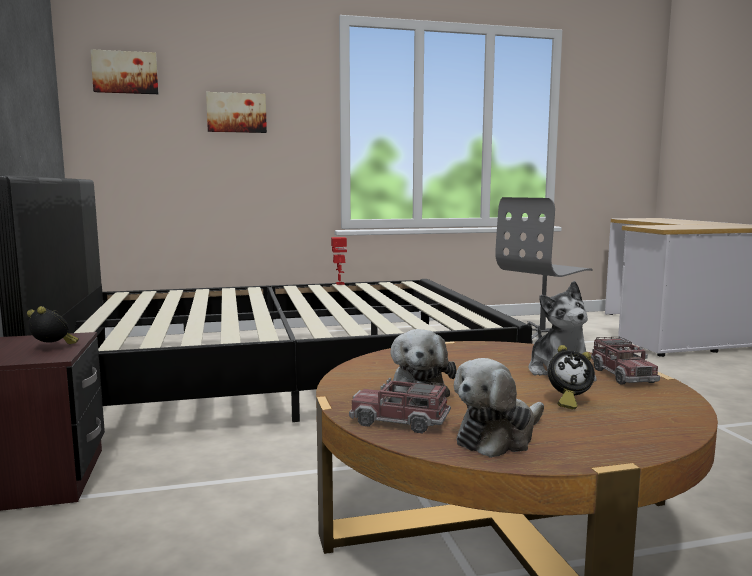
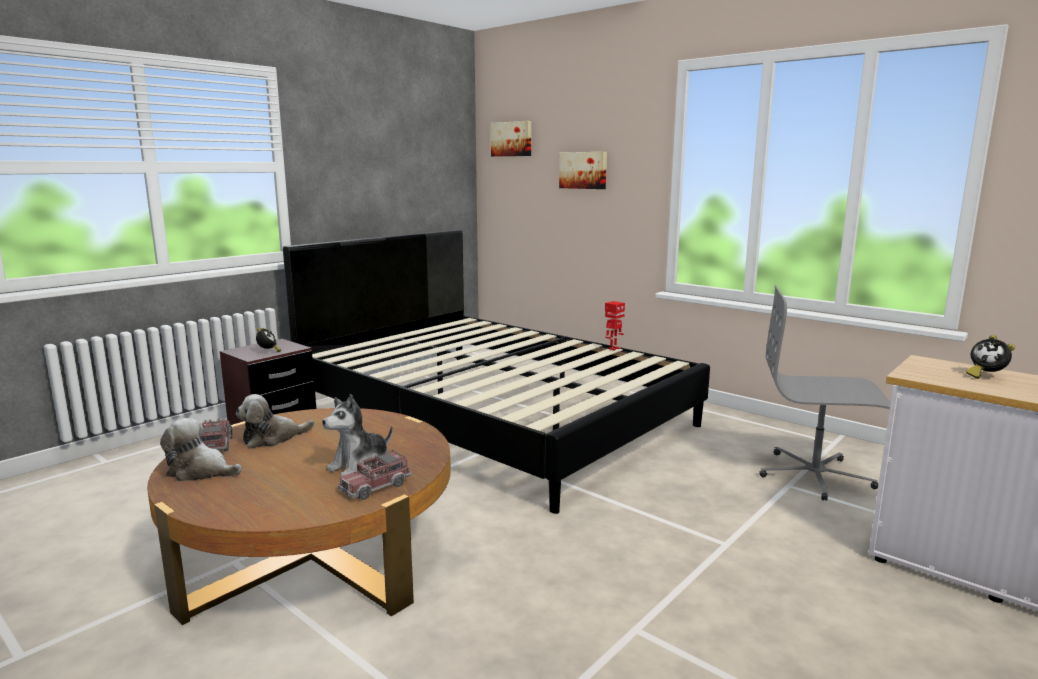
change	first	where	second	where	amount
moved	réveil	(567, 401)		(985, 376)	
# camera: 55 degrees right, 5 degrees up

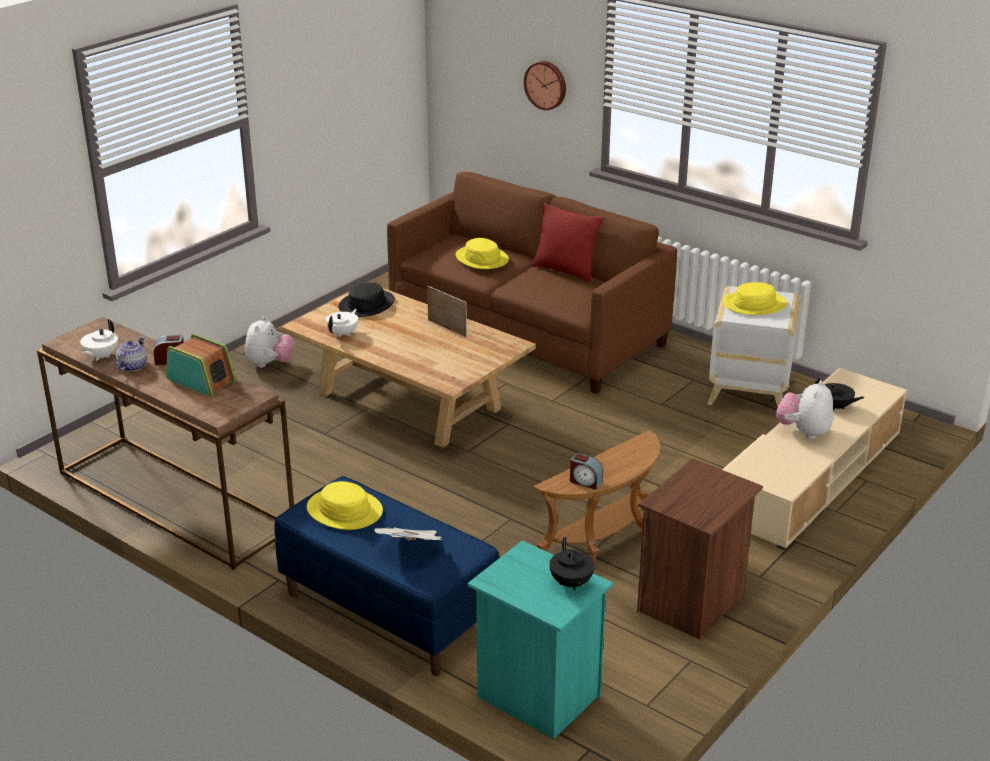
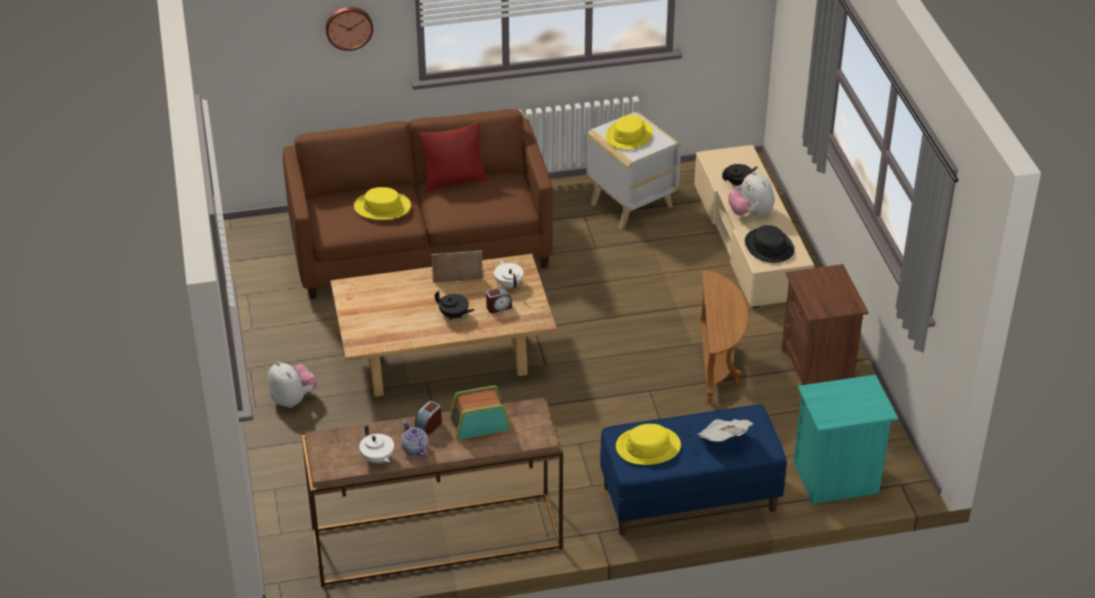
change	first	where	second	where	amount
moved	théière/blanc	(343, 333)		(509, 284)	
moved	chapeau/noir	(366, 304)		(769, 246)	
moved	théière/noir	(571, 583)		(454, 315)	
moved	réveil	(585, 481)		(498, 307)	
# camera: 50 degrees left, 10 degrees up

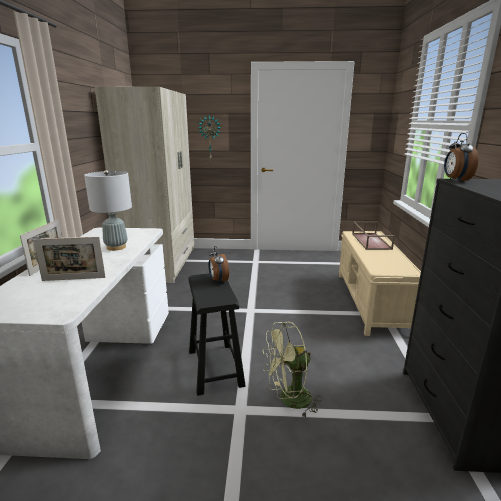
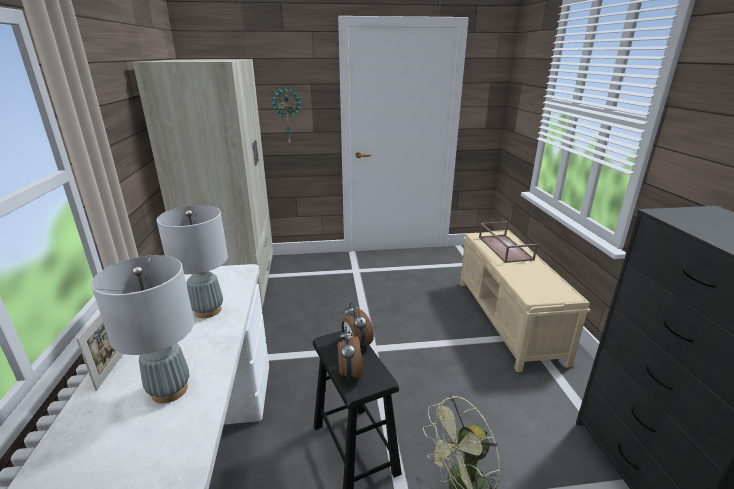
change	first	where	second	where	amount
replaced	cadre photo	(74, 279)	lampe de table/gris	(170, 390)	
moved	réveil	(455, 180)		(349, 373)	
# camera: 10 degrees left, 5 degrees up

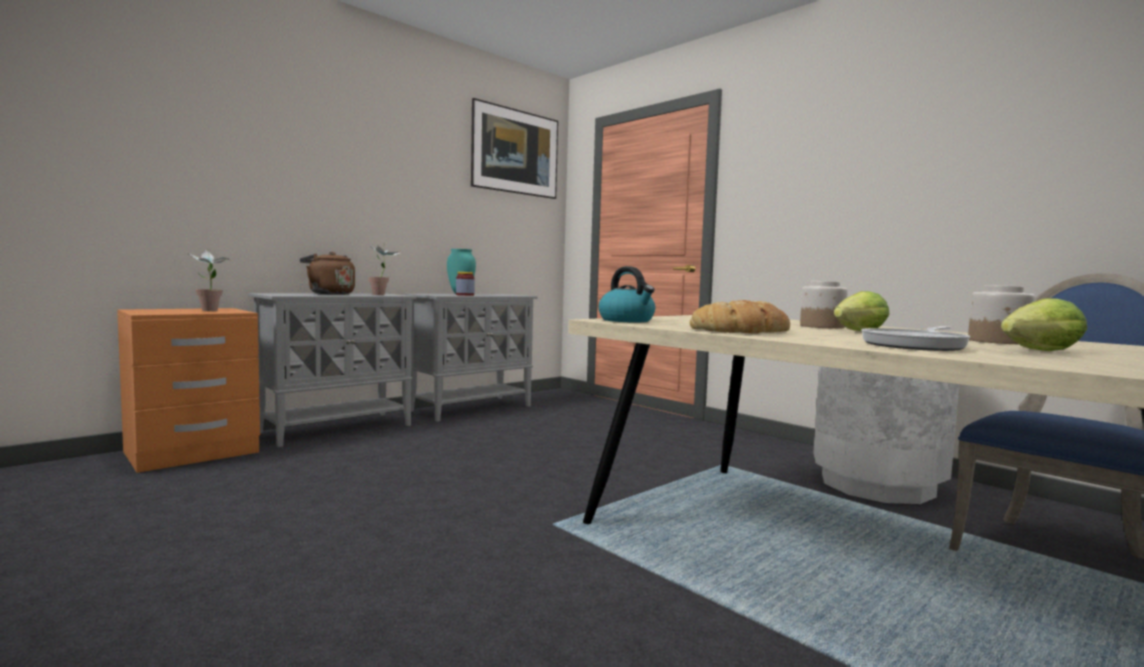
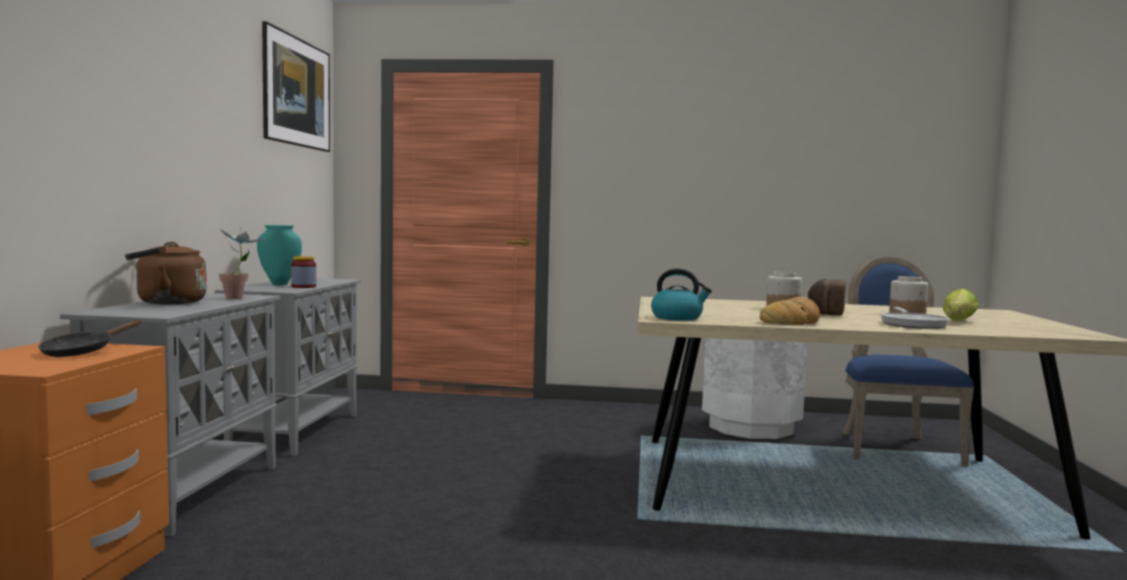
change	first	where	second	where	amount
replaced	plante en pot	(210, 311)	poêle/noir	(83, 352)	
replaced	laitue	(857, 331)	pain	(825, 312)	
# camera: 40 degrees left, 0 degrees up

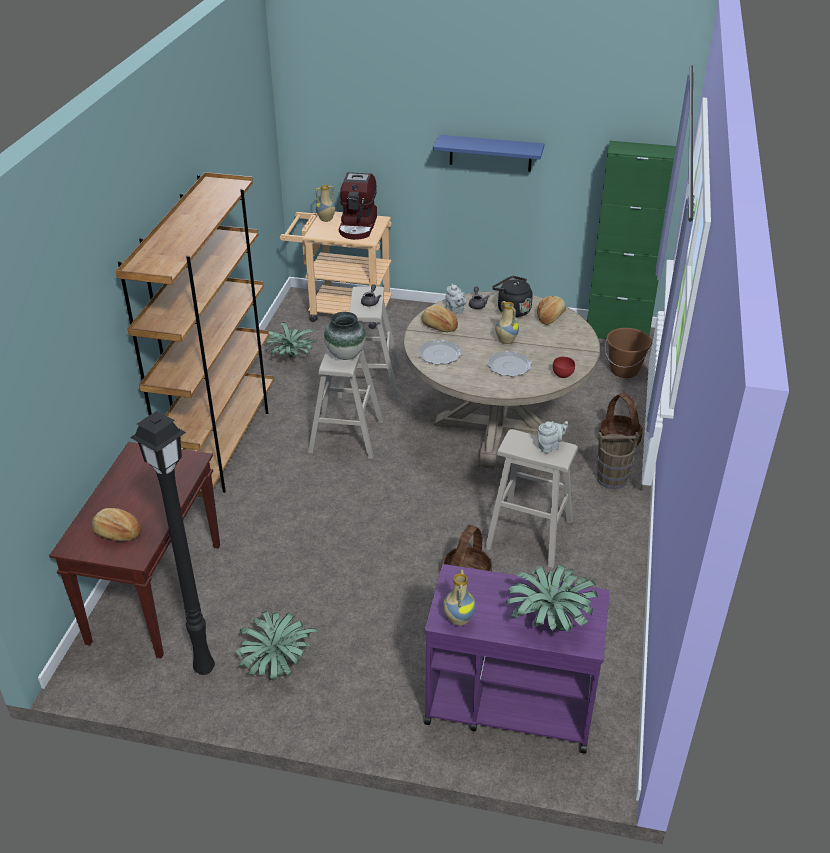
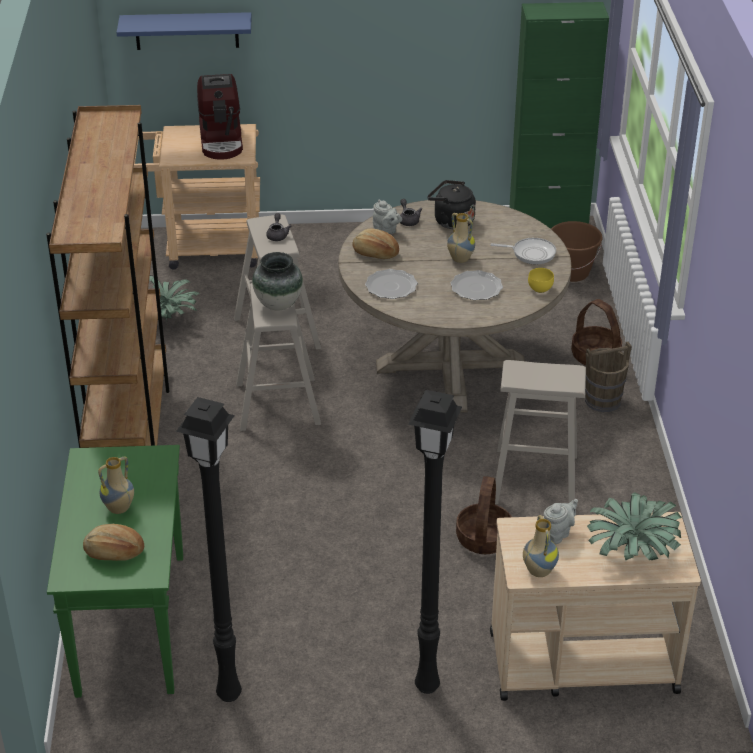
change	first	where	second	where	amount
recoloured	table console/marron	(156, 591)	table console/vert	(130, 623)	
removed	plante en pot	(276, 663)			
moved	vase	(326, 220)		(119, 509)	
recoloured	chariot/violet	(508, 704)	chariot/beige	(581, 661)	
moved	étagère/bleu	(490, 153)		(186, 31)	
removed	pain	(551, 317)			
moved	théière/gris	(550, 446)		(557, 534)	
recoloured	bol/rouge	(563, 374)	bol/jaune	(541, 288)	
added			lampadaire/noir	(429, 685)	
added			poêle	(531, 253)	
# camera: 15 degrees left, 0 degrees up

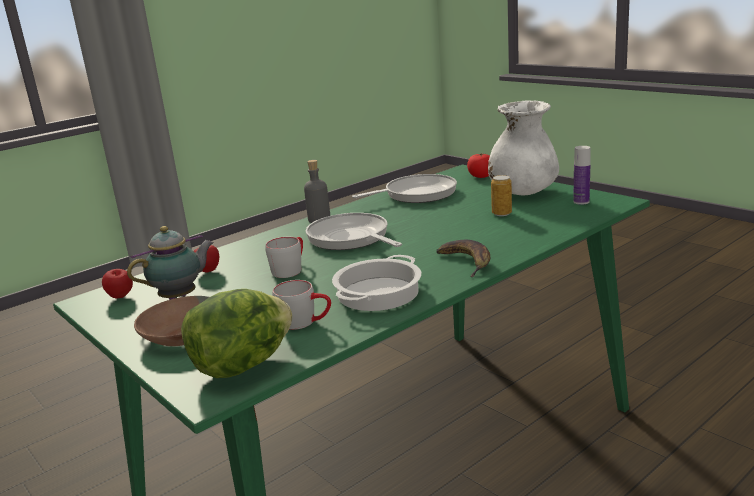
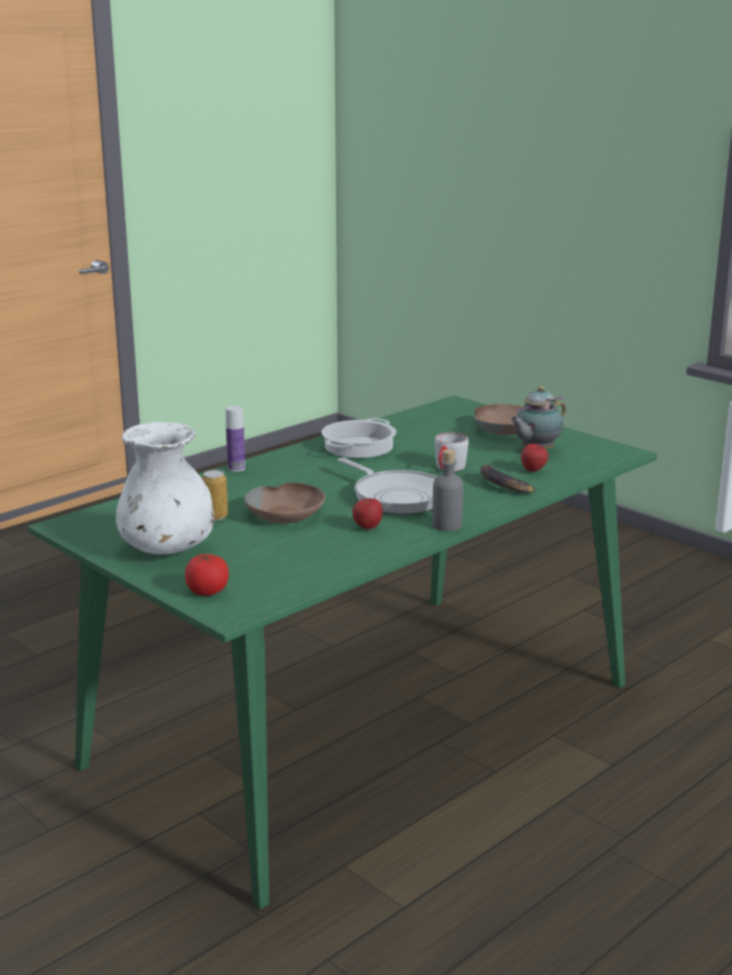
change	first	where	second	where	amount
moved	pomme	(121, 297)		(367, 528)	
removed	laitue	(243, 366)			
removed	mug/gris	(305, 321)			
removed	poêle	(416, 194)			
moved	banane	(466, 262)		(503, 485)	
moved	bouteille	(581, 202)		(236, 468)	
added			bol/marron	(287, 514)	
# camera: 175 degrees right, 0 degrees up

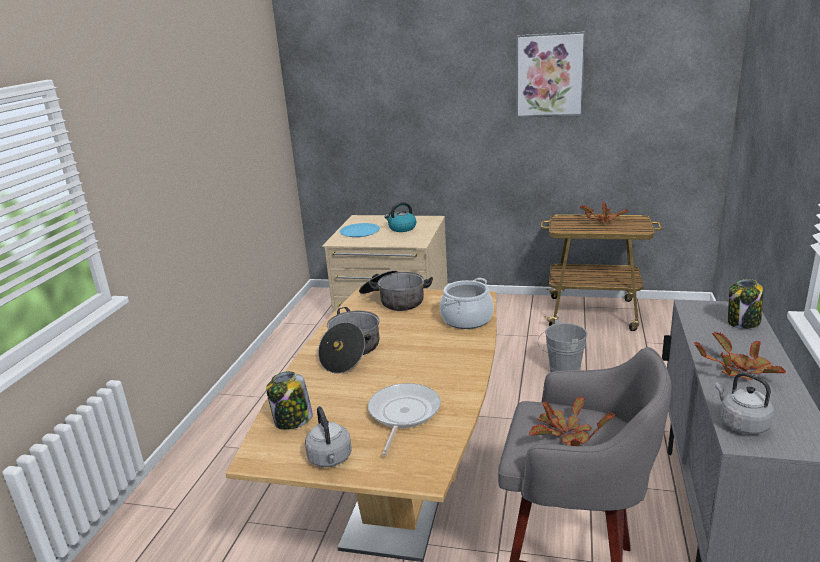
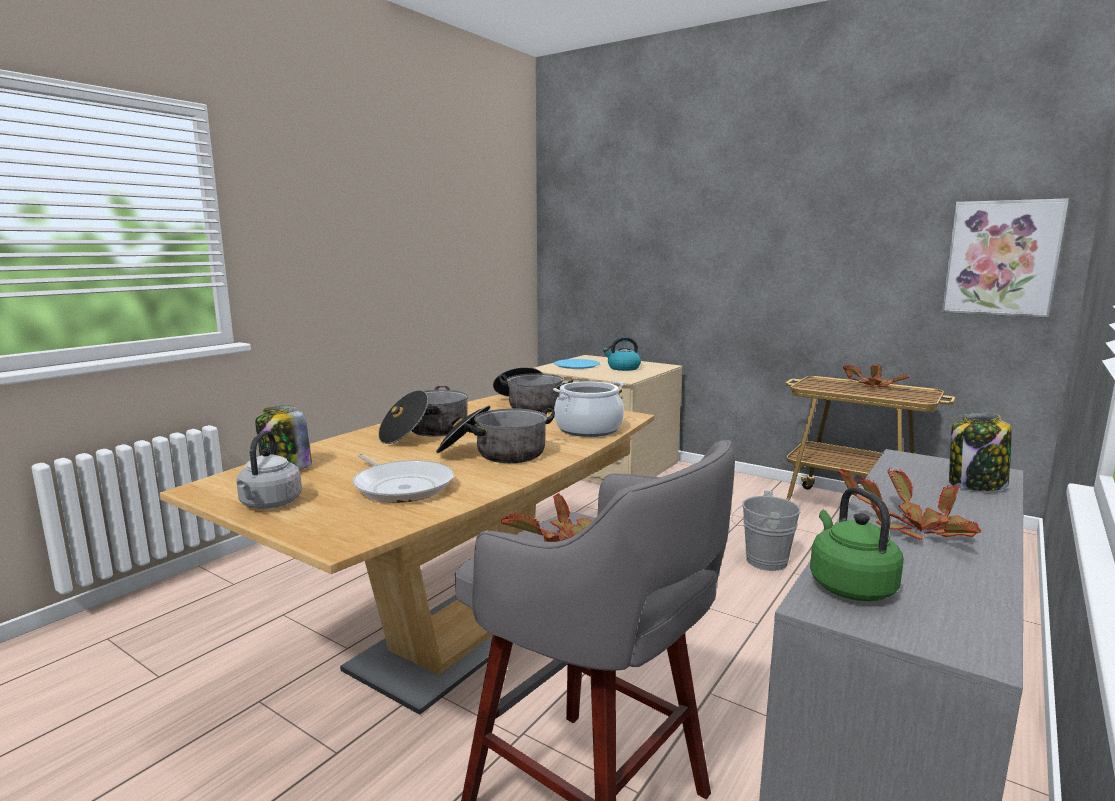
change	first	where	second	where	amount
turned	poêle	(403, 414)		(401, 486)	105 degrees clockwise
moved	tableau	(549, 75)		(1001, 258)	
recoloured	bouilloire/gris	(741, 424)	bouilloire/vert	(849, 585)	
added			marmite	(494, 454)	
# camera: 20 degrees right, 10 degrees down

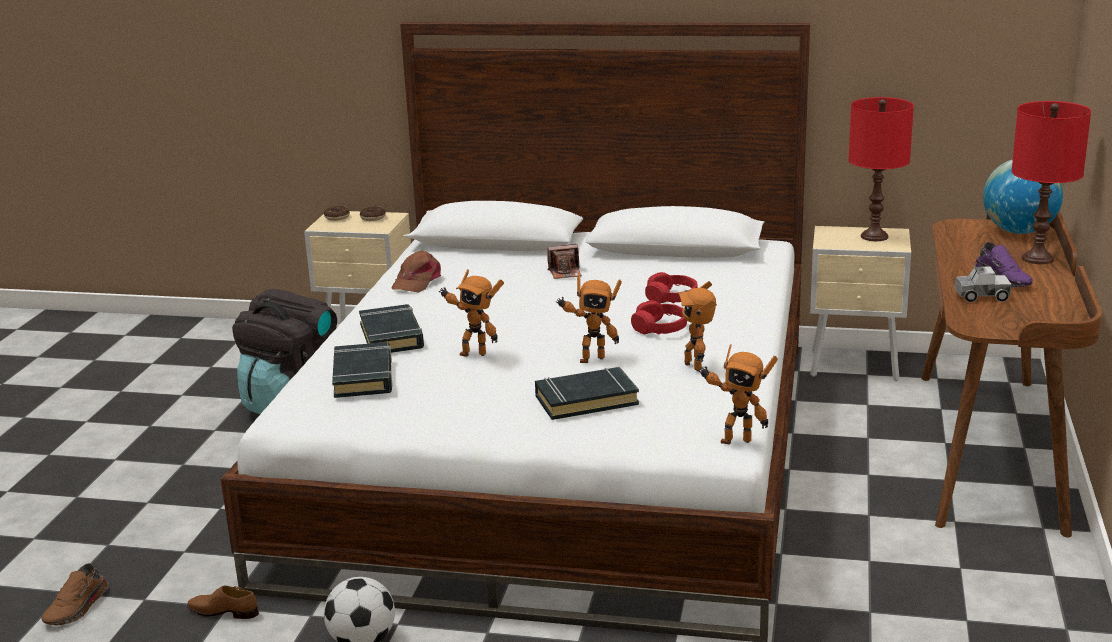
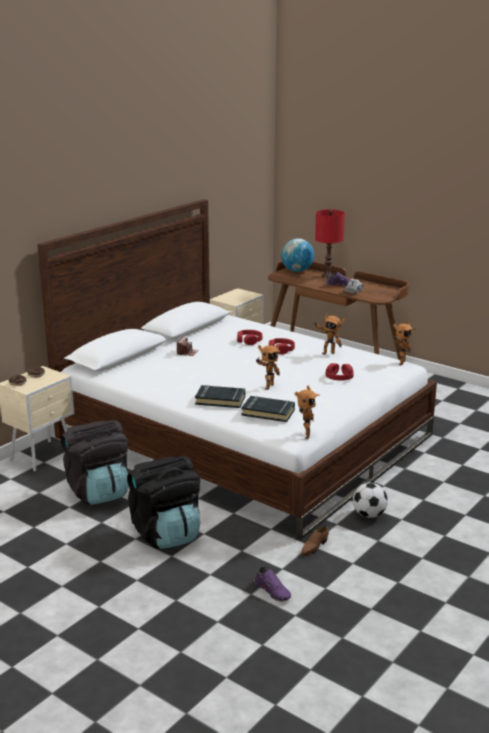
change	first	where	second	where	amount
recoloured	chaussure/marron	(78, 608)	chaussure/violet	(273, 590)	
removed	casquette/marron	(417, 281)			
replaced	livre/noir	(586, 400)	casque audio/rouge	(339, 377)	
moved	robot jouet	(590, 358)		(305, 435)	
removed	lampe de table/rouge	(875, 236)			
added			sac à dos/noir	(166, 533)	
# camera: 65 degrees left, 0 degrees up

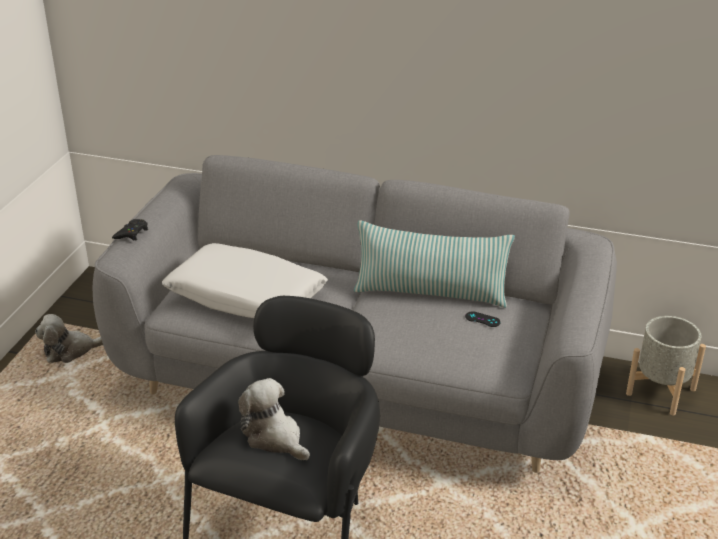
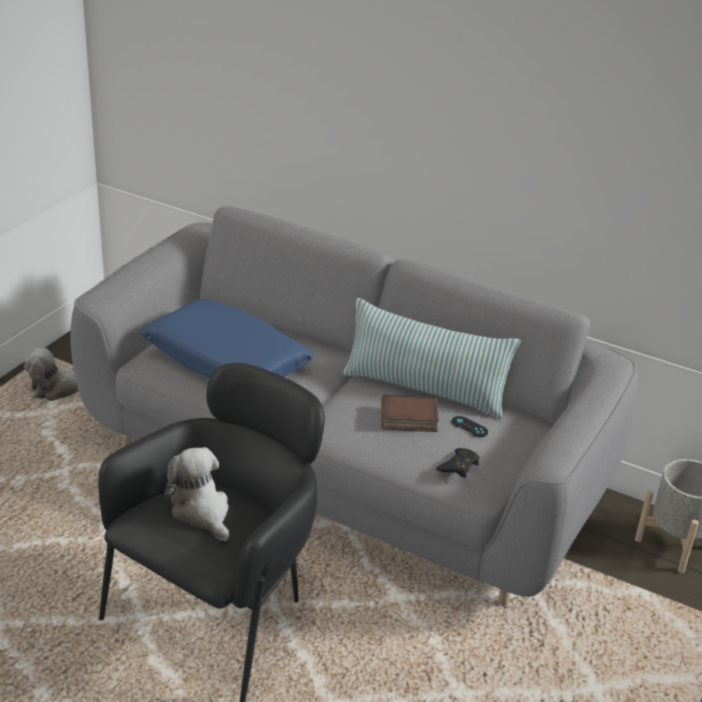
change	first	where	second	where	amount
moved	manette/noir	(131, 233)		(458, 466)	
recoloured	coussin/blanc	(245, 297)	coussin/bleu	(226, 360)	
added			livre	(408, 419)	
# camera: 10 degrees right, 0 degrees up

